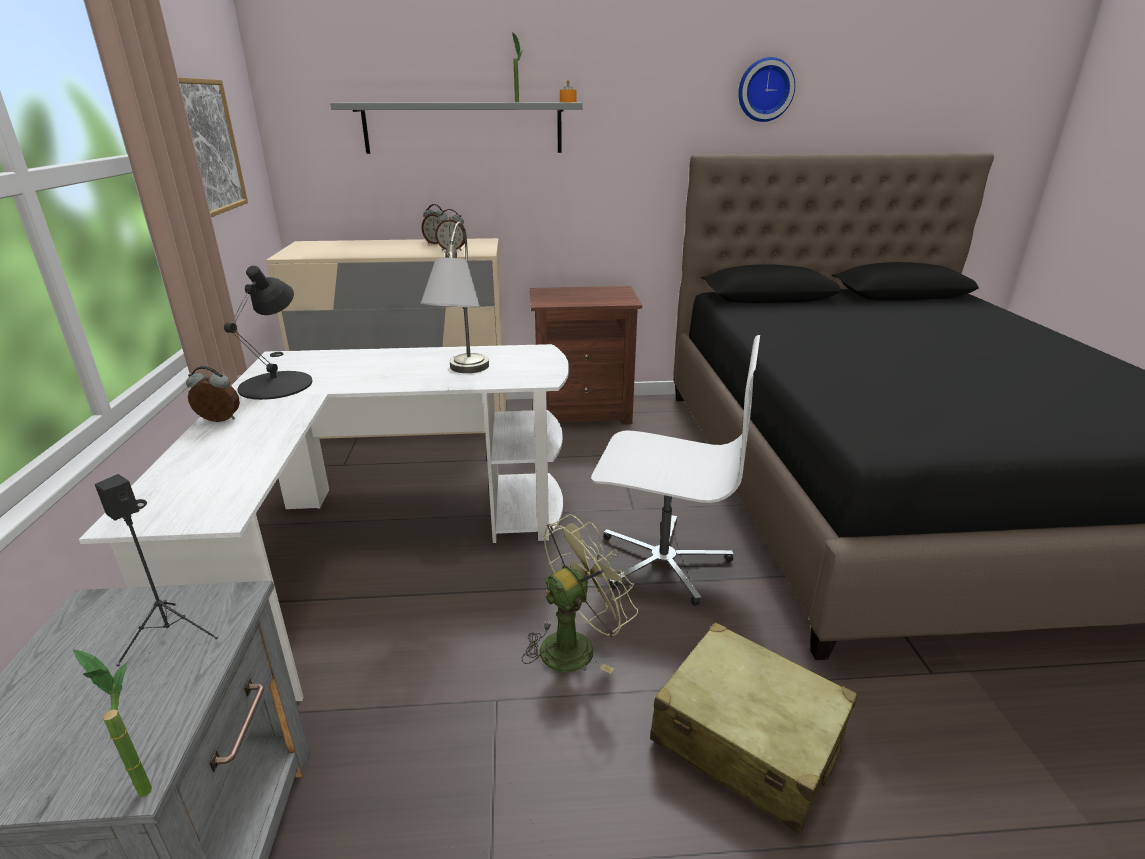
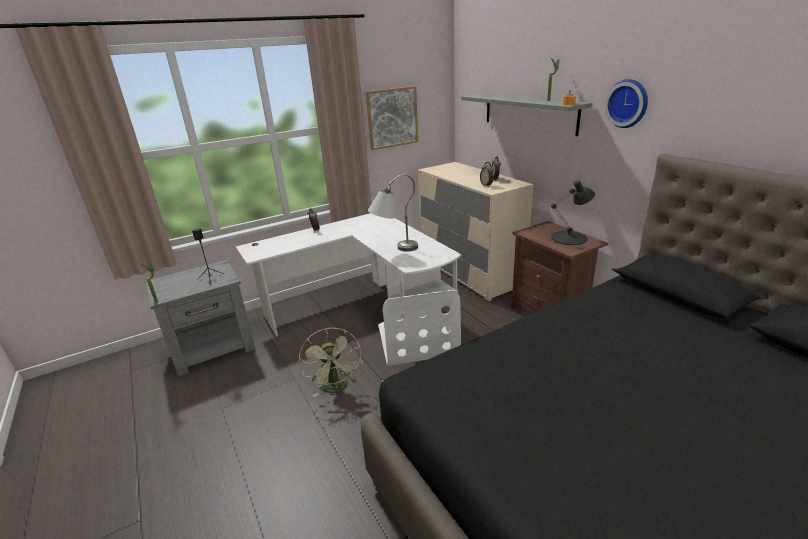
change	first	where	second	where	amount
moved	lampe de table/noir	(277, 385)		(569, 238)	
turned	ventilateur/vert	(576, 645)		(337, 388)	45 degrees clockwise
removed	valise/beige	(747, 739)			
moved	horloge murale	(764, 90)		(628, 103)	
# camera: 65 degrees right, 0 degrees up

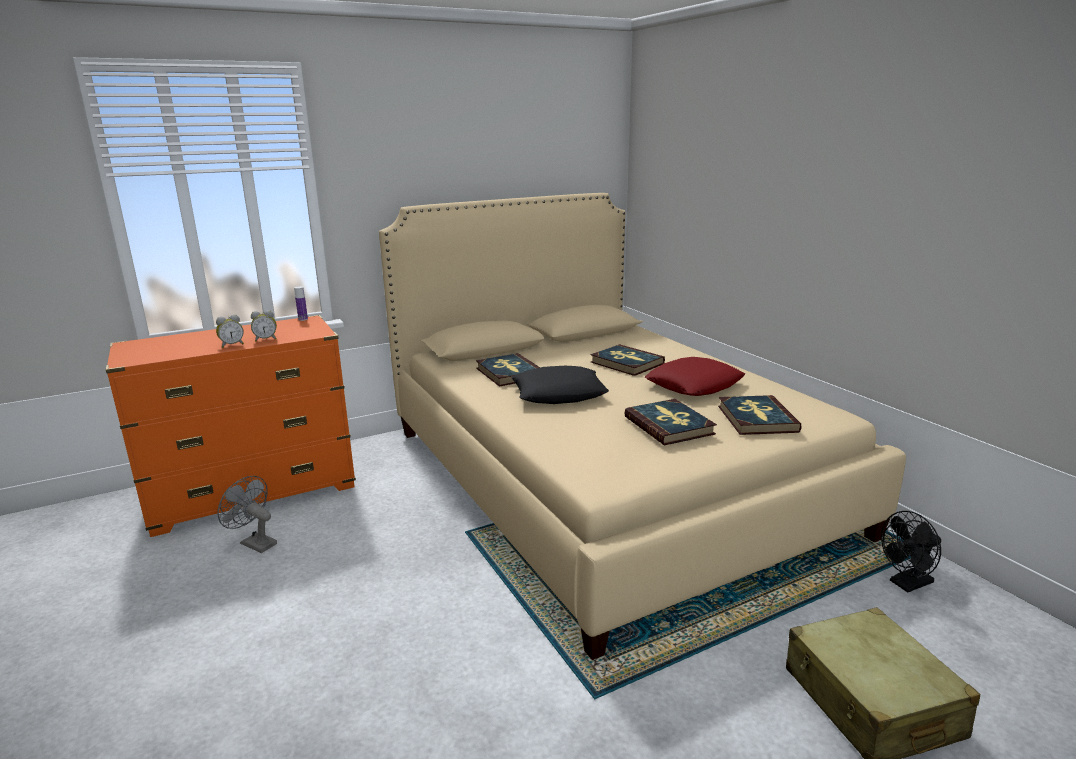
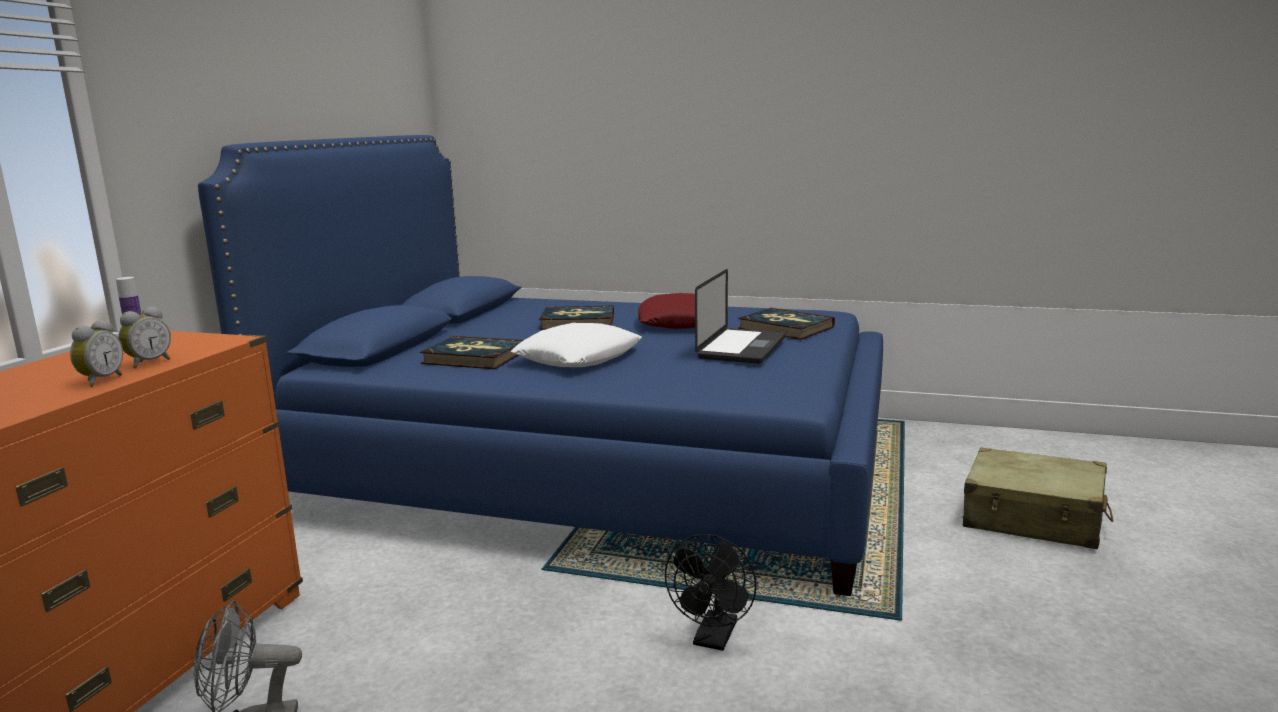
change	first	where	second	where	amount
recoloured	lit/beige	(604, 478)	lit/bleu	(596, 467)	
recoloured	coussin/noir	(559, 393)	coussin/blanc	(578, 357)	
replaced	livre	(669, 425)	ordinateur portable	(742, 348)	
moved	ventilateur/noir	(907, 584)		(713, 639)	
# camera: 45 degrees left, 5 degrees down

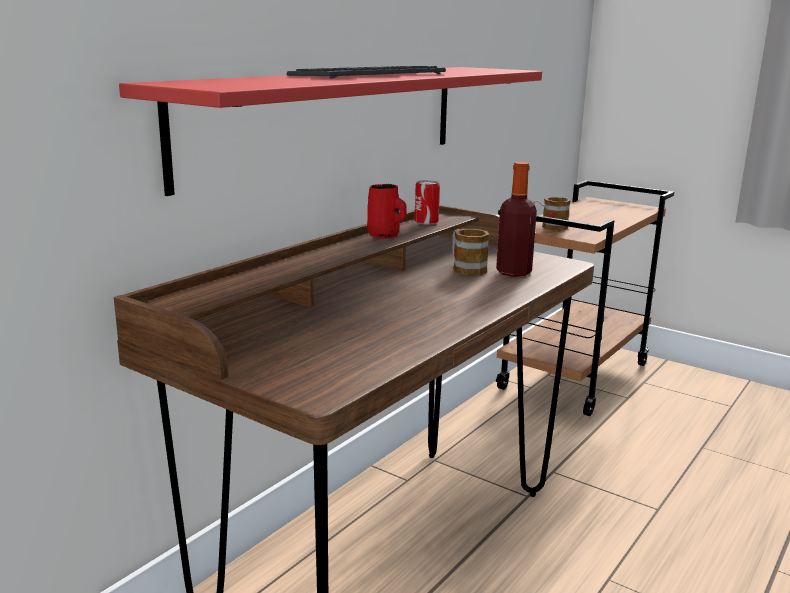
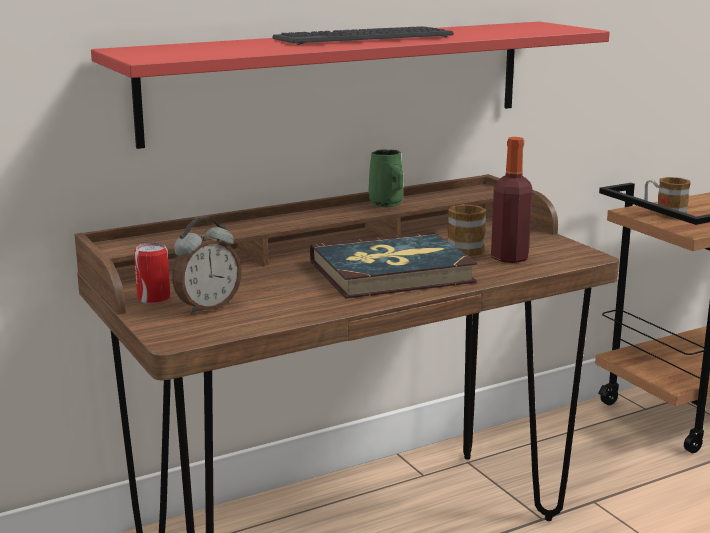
change	first	where	second	where	amount
recoloured	mug/rouge	(385, 236)	mug/vert	(387, 204)	
moved	boîte métallique	(426, 222)		(154, 298)	
added			réveil	(207, 306)	
added			livre	(391, 272)	
# camera: 25 degrees right, 0 degrees up

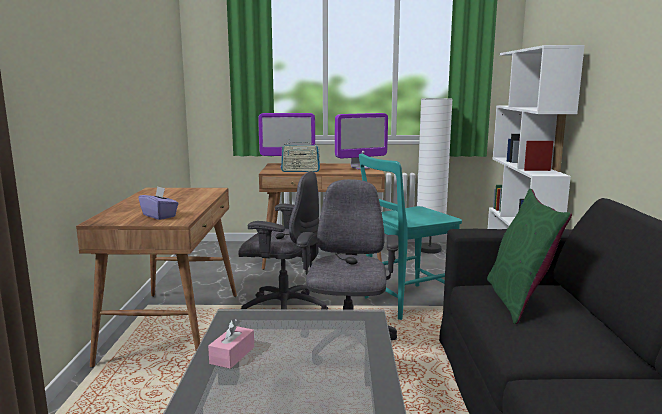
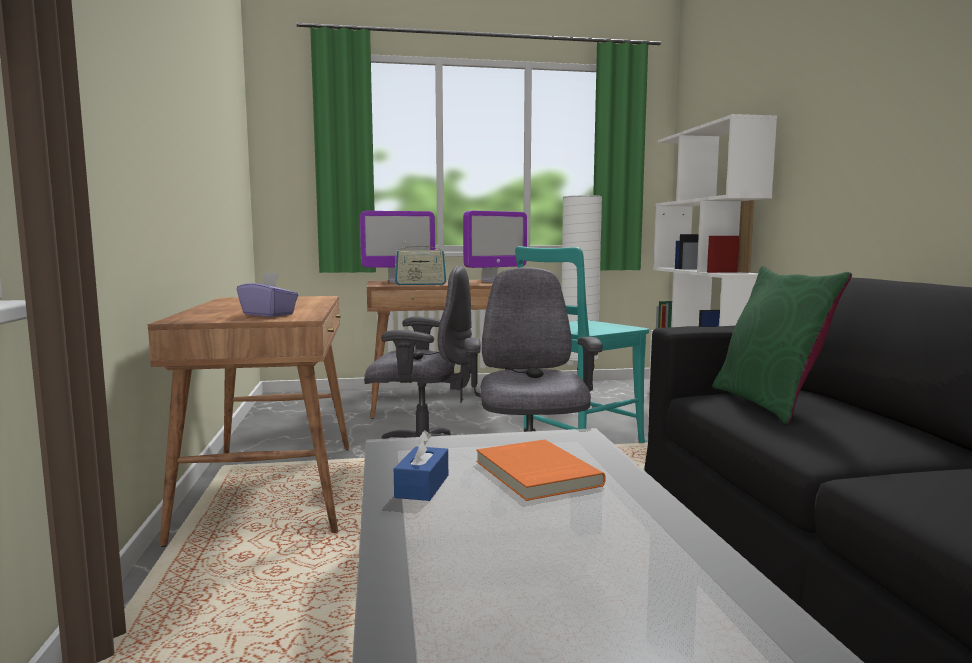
change	first	where	second	where	amount
recoloured	boîte à mouchoirs/rose	(232, 355)	boîte à mouchoirs/bleu	(422, 486)	
added			livre/orange	(535, 473)	
# camera: 10 degrees left, 5 degrees down

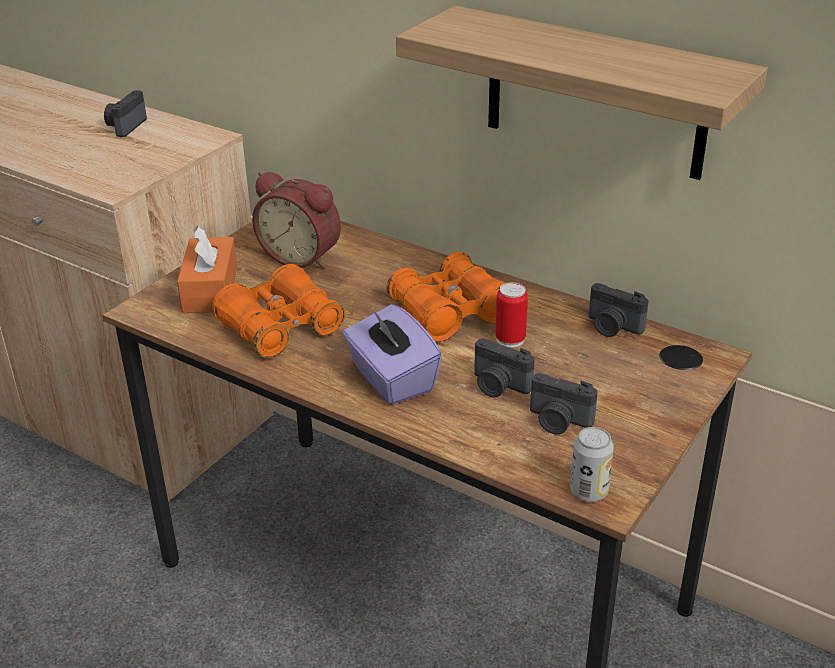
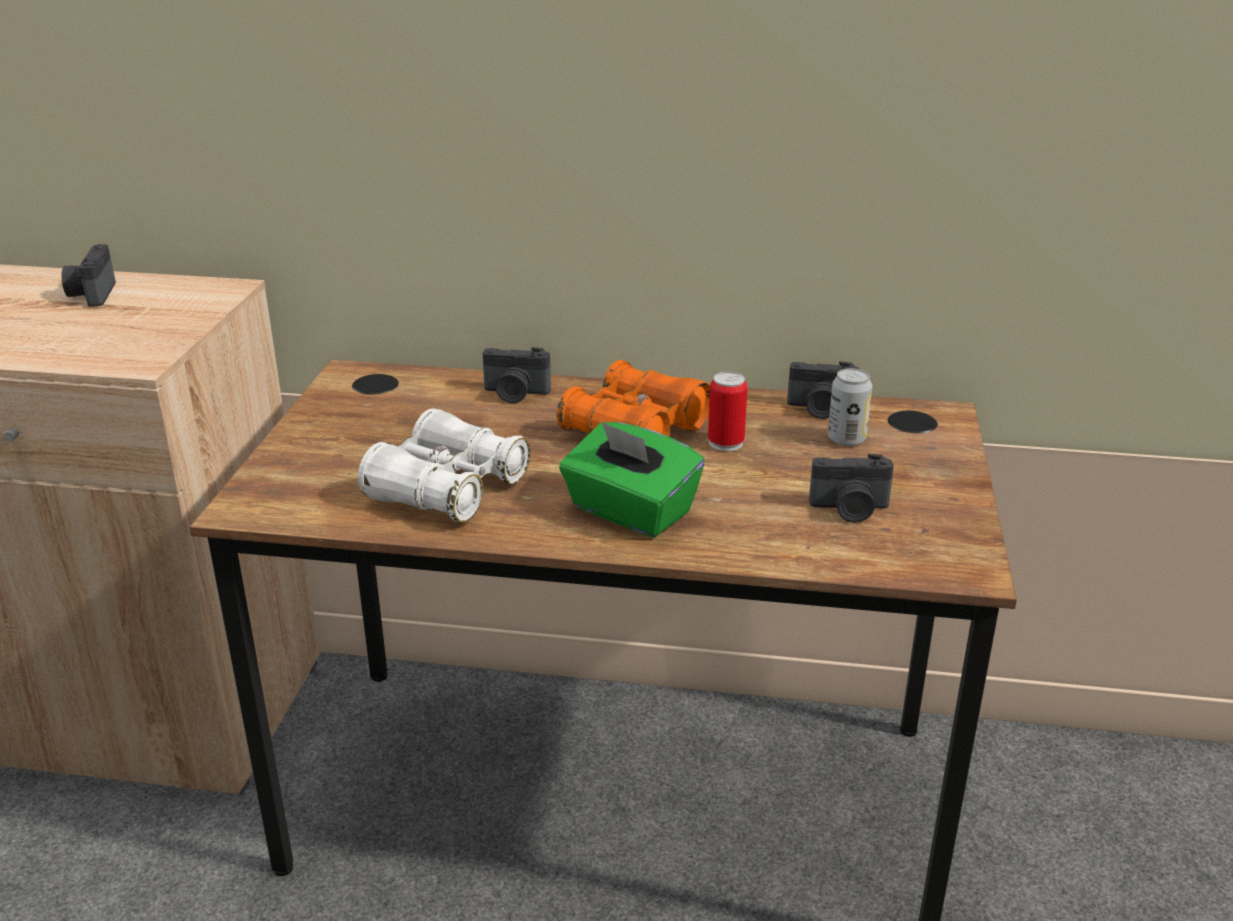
change	first	where	second	where	amount
removed	boîte à mouchoirs/orange	(210, 290)			
recoloured	jumelles/orange	(281, 328)	jumelles/blanc	(447, 489)	
removed	réveil	(302, 256)			
recoloured	boîte à mouchoirs/violet	(391, 379)	boîte à mouchoirs/vert	(630, 511)	
removed	étagère	(595, 94)			
moved	appareil photo	(498, 386)		(515, 394)	
moved	boîte métallique	(588, 491)		(846, 439)	
# camera: 25 degrees left, 5 degrees down

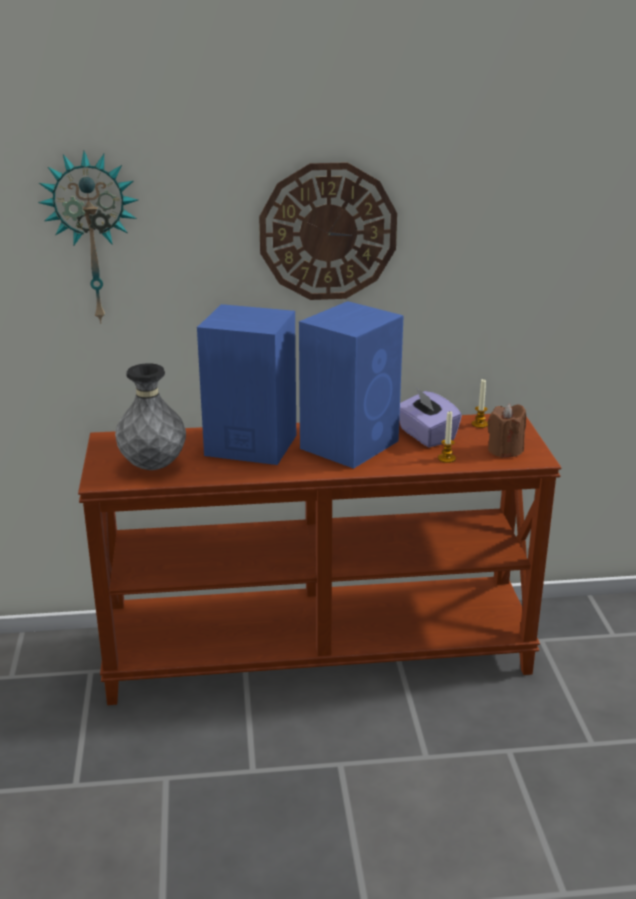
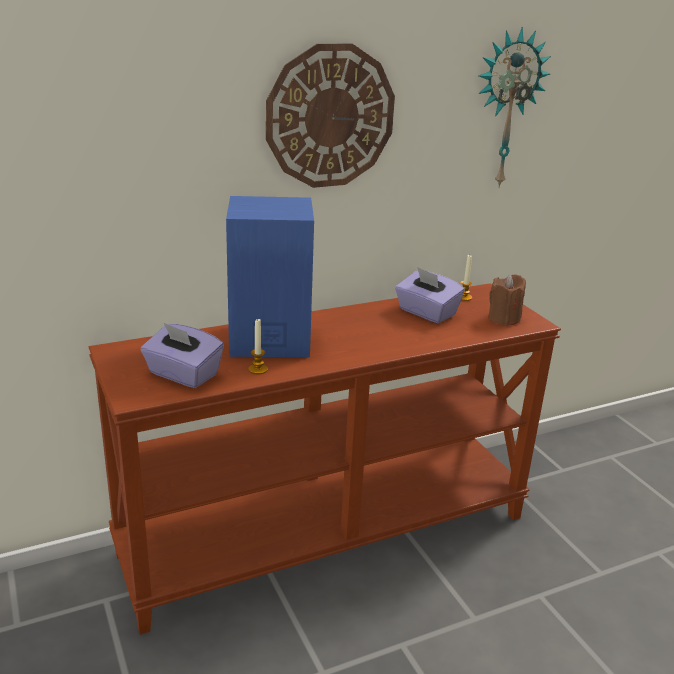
change	first	where	second	where	amount
moved	horloge murale	(93, 238)		(505, 109)	
replaced	vase/gris	(153, 467)	boîte à mouchoirs/violet	(183, 374)	
removed	enceinte/bleu	(351, 444)			
moved	bougie	(446, 458)		(258, 369)	
# camera: 20 degrees left, 0 degrees up

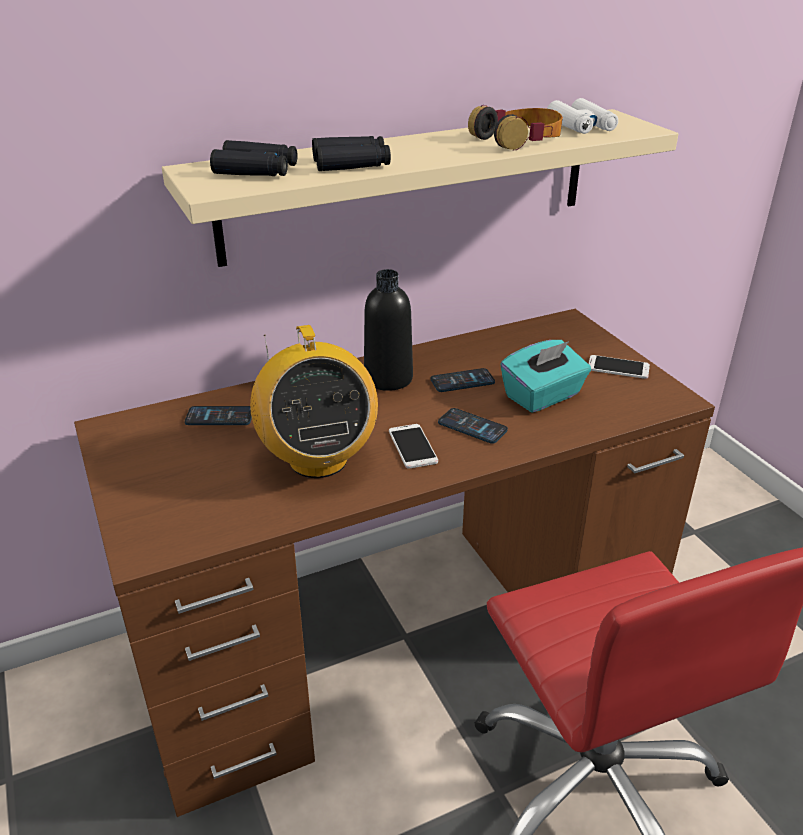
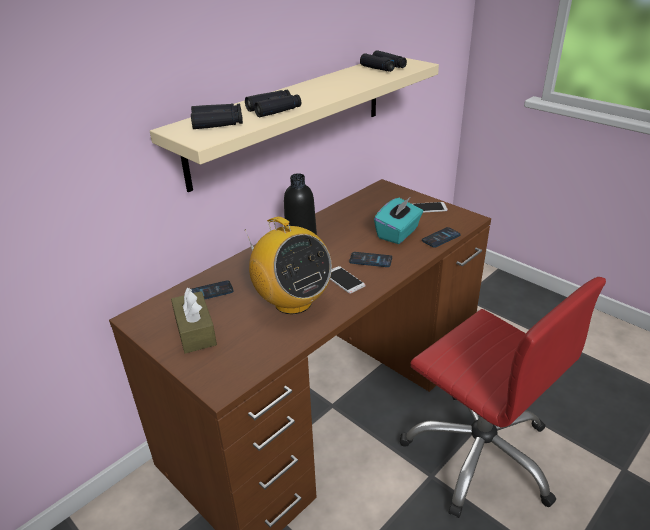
change	first	where	second	where	amount
moved	téléphone	(462, 381)		(441, 238)	
removed	casque audio	(518, 139)			
recoloured	jumelles/blanc	(581, 126)	jumelles/noir	(383, 67)	
added			boîte à mouchoirs/marron	(195, 331)	
# camera: 20 degrees left, 0 degrees up

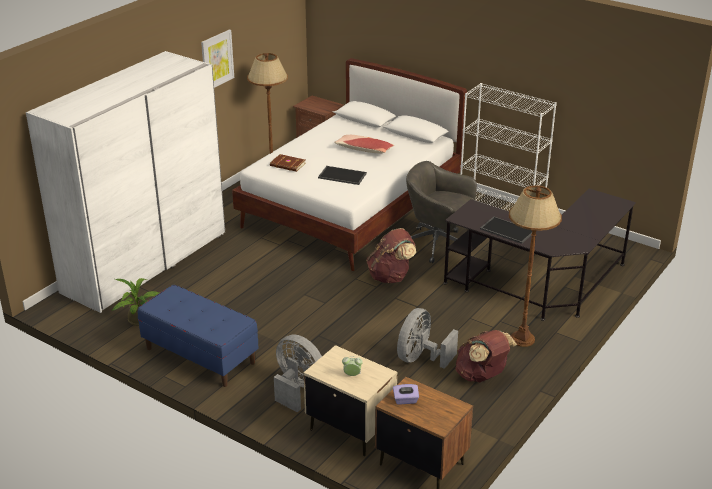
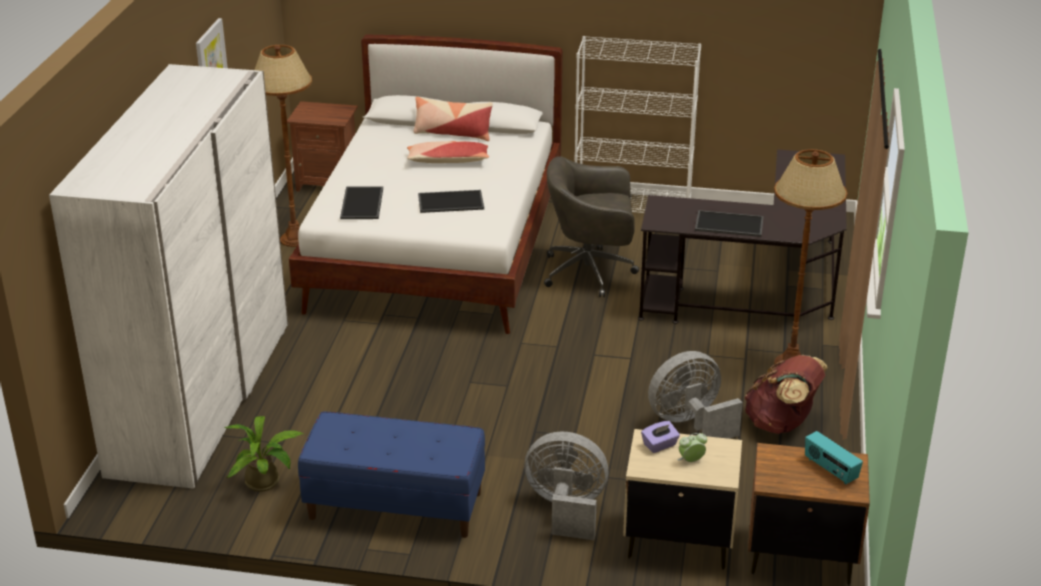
change	first	where	second	where	amount
replaced	livre/marron	(287, 165)	plateau	(363, 203)	
removed	sac à dos/marron	(391, 277)			
moved	boîte à mouchoirs/violet	(405, 400)		(660, 445)	
turned	ventilateur/gris	(420, 358)		(690, 423)	60 degrees clockwise
added			coussin	(452, 133)	
added			radio	(830, 470)	
# camera: 25 degrees left, 0 degrees up

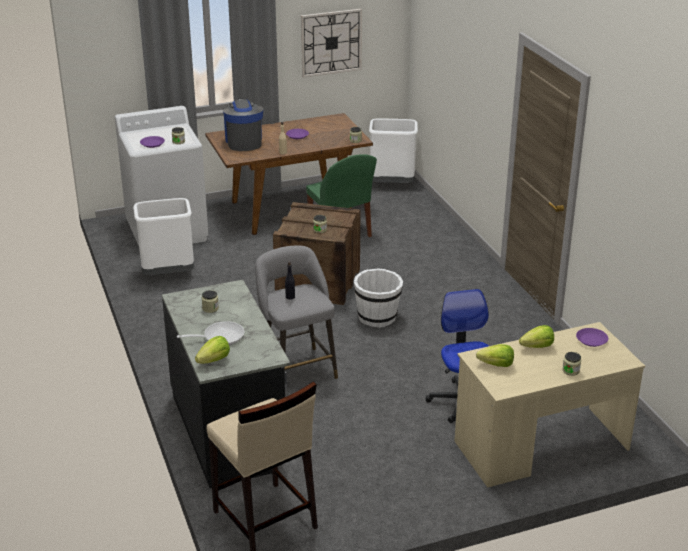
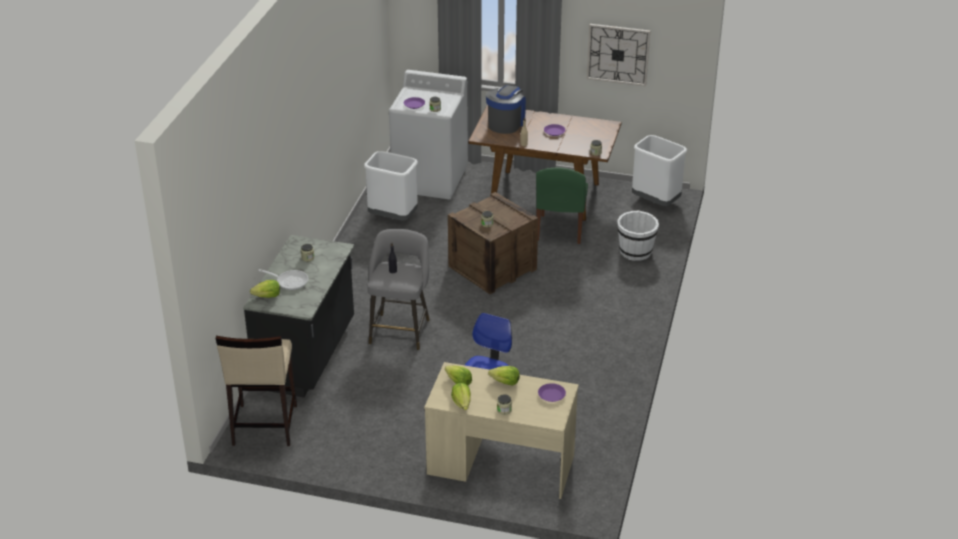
change	first	where	second	where	amount
moved	seau/blanc	(377, 317)		(635, 252)	
added			laitue	(462, 403)	
# camera: 35 degrees right, 5 degrees up

